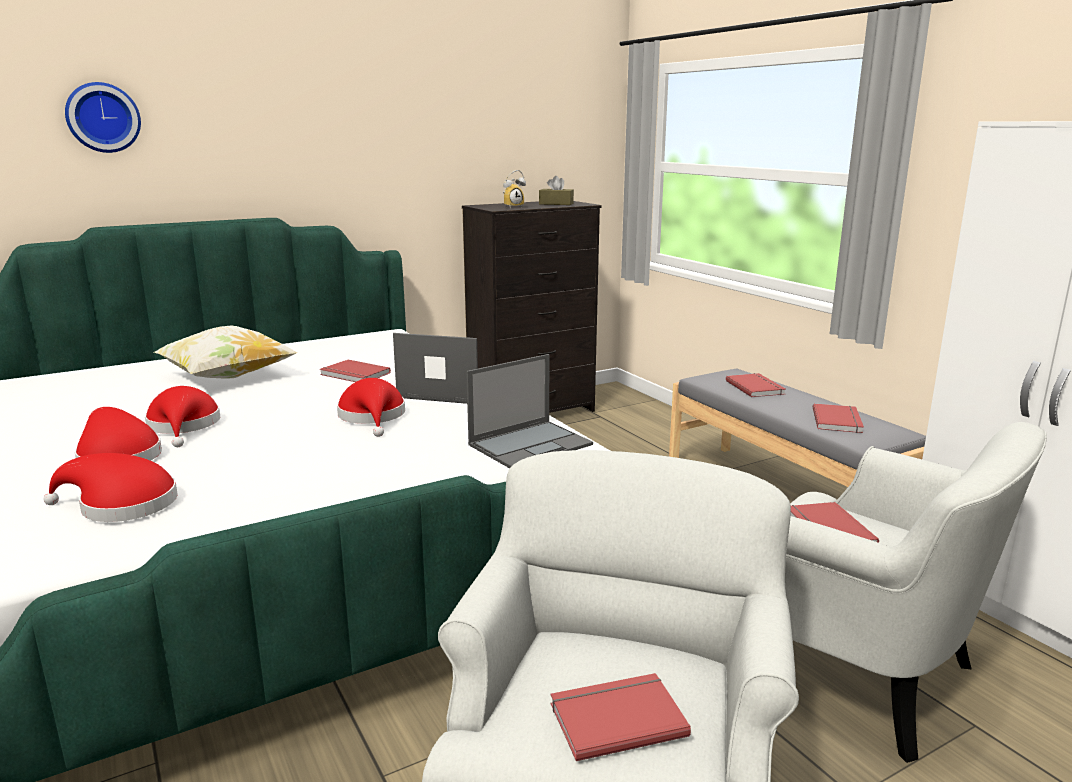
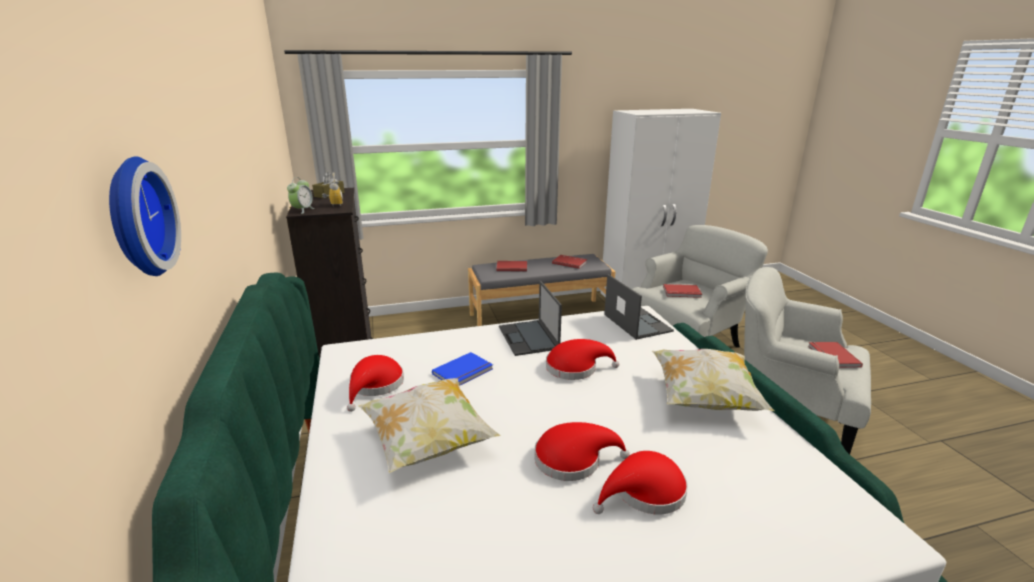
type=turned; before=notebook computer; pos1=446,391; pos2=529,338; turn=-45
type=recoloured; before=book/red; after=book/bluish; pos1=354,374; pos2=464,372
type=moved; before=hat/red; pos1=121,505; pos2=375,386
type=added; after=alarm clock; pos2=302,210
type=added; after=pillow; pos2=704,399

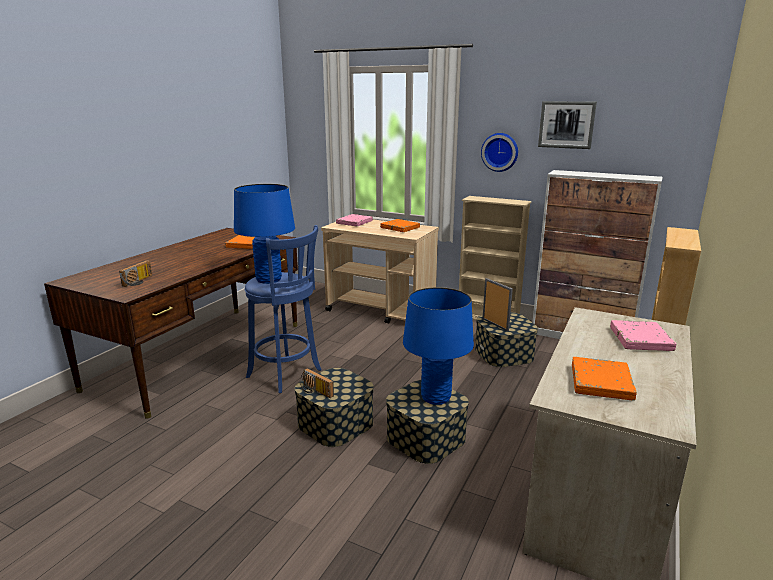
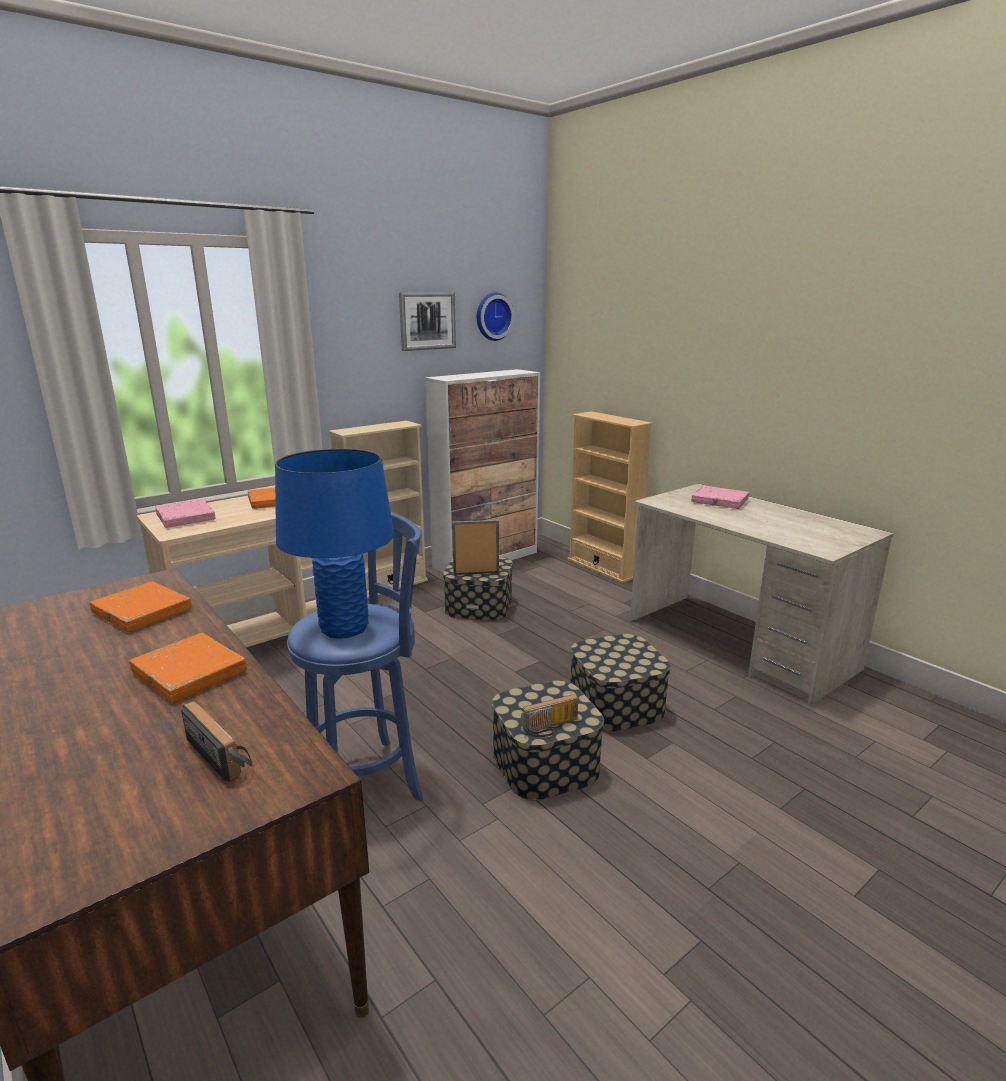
type=moved; before=wall clock; pos1=500,152; pos2=492,316
type=removed; before=tabletop lamp/bluish; pos1=435,397
type=moved; before=book/orange-coloured; pos1=601,382; pos2=189,672

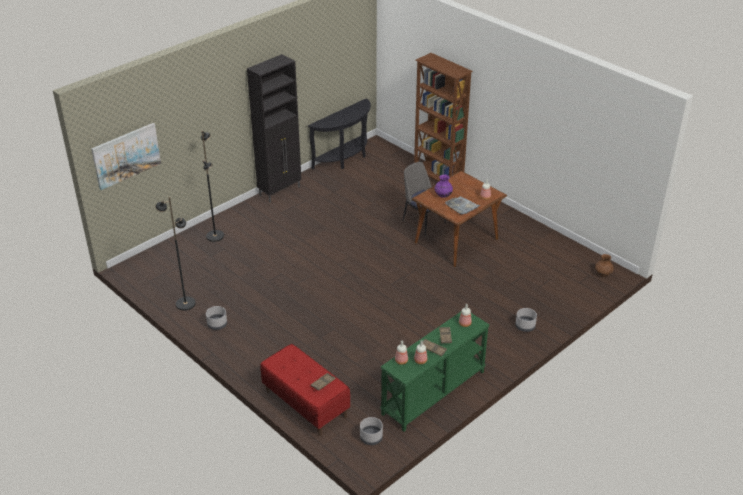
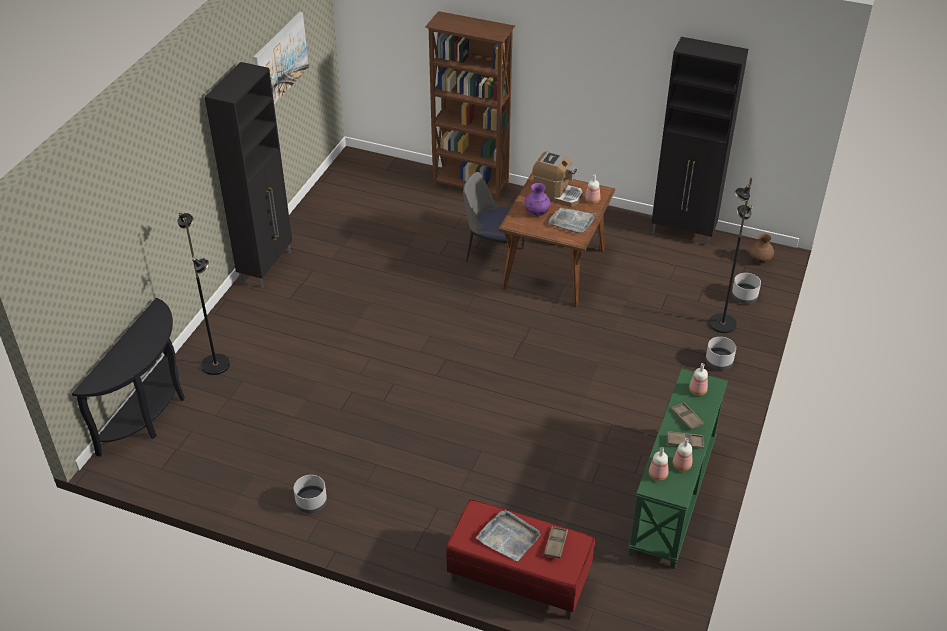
type=moved; before=narrow table/black-coloured; pos1=345,158; pos2=150,413
type=moved; before=picture; pos1=126,155; pos2=280,62
type=moved; before=standing lamp/black-coloured; pos1=185,303; pos2=722,323
type=moved; before=flower pot/grey; pos1=371,438; pos2=744,297
type=added; after=cupboard/black-coloured; pos2=683,233
type=added; after=coffee machine; pos2=557,194
type=added; after=tray/grey; pos2=509,537

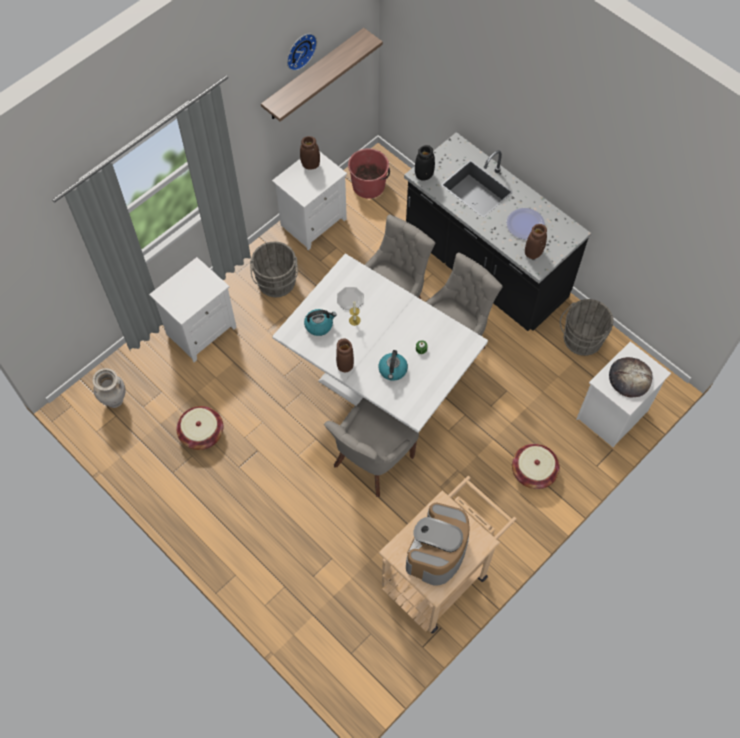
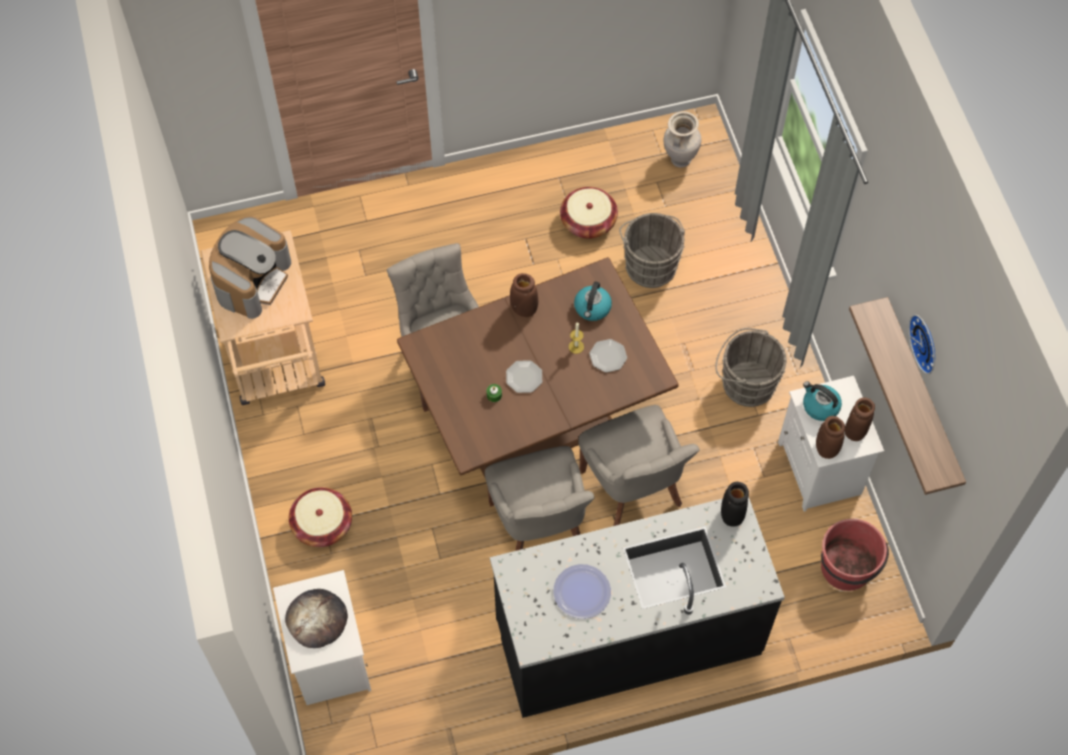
type=moved; before=vase/brown; pos1=533,253; pos2=826,448
type=recoloured; before=dining table/white; after=dining table/brown; pos1=379,385; pos2=536,423
type=removed; before=nightstand/white; pos1=201,330
type=moved; before=pail/grey; pos1=580,341; pos2=650,264
type=moved; before=tea kettle; pos1=393,370; pos2=820,406
type=turned; before=coffee machine; pos1=437,551; pos2=252,279; turn=60
type=added; after=dinner plate; pos2=523,377

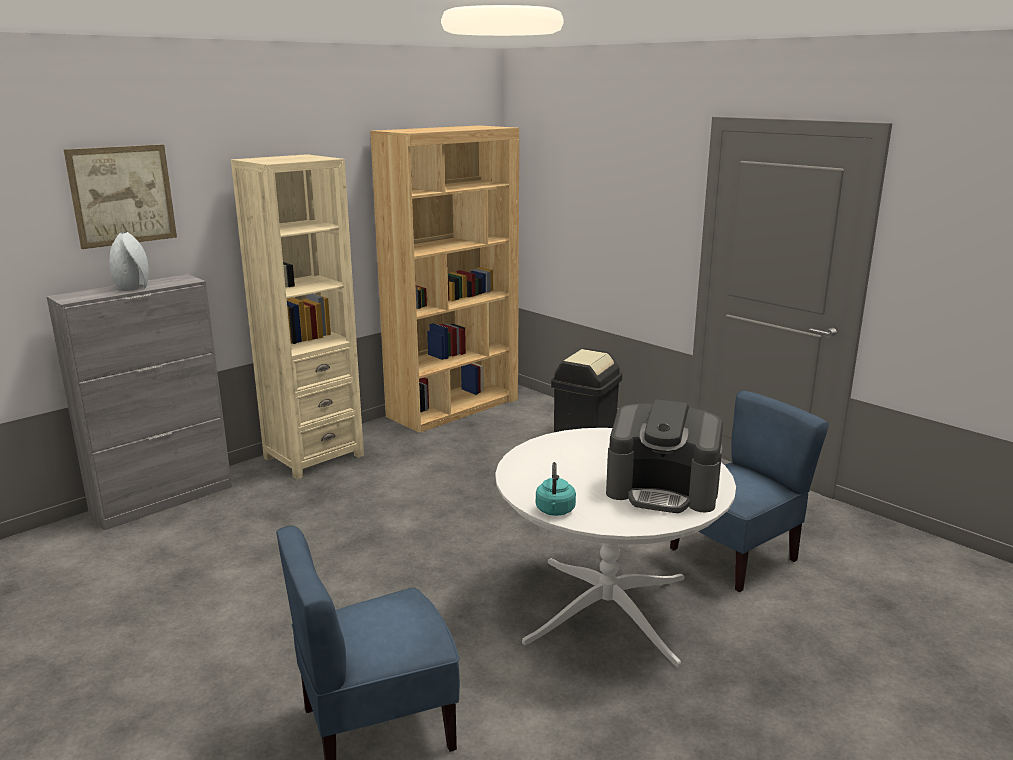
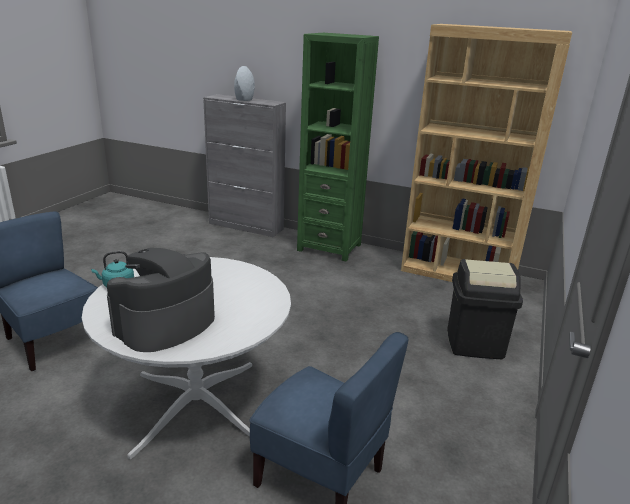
type=removed; before=picture; pos1=122,195
type=recoloured; before=bookcase/sand-coloured; after=bookcase/green; pos1=313,456; pos2=329,247
type=turned; before=coffee machine; pos1=663,490; pos2=165,324; turn=45

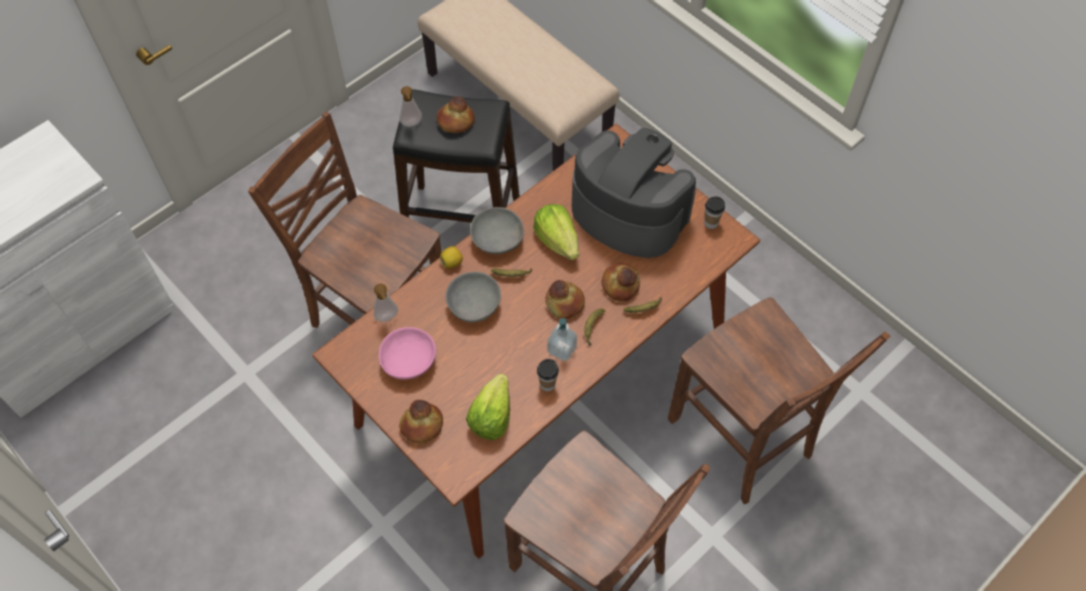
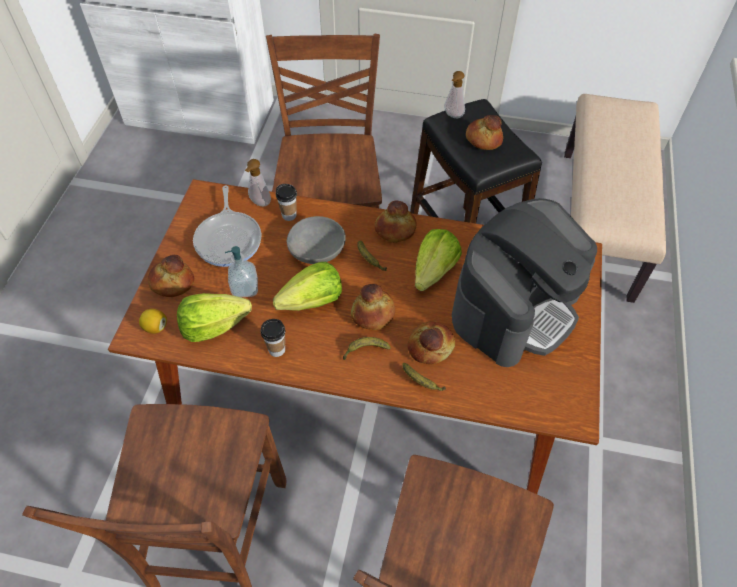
type=turned; before=coffee machine; pos1=628,212; pos2=516,307; turn=45
type=moved; before=small cup; pos1=711,223; pos2=289,215
type=replaced; before=bowl/grey; after=bakery bread; pos1=497,240; pos2=395,229
type=moved; before=citrus fruit; pos1=452,262; pos2=155,327
type=moved; before=soap bottle; pos1=562,349; pos2=245,288
type=replaced; before=bowl/pink-coloured; after=pan; pos1=408,361; pos2=229,239
type=added; after=lettuce head; pos2=312,301

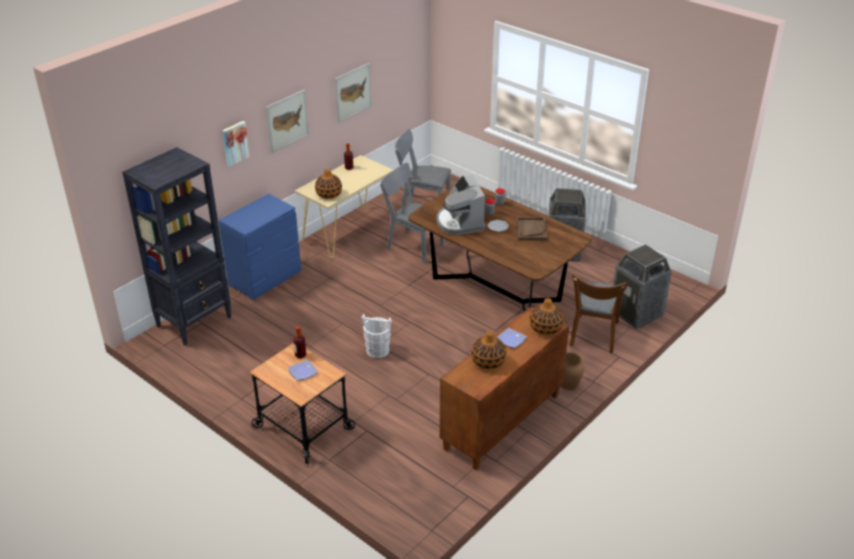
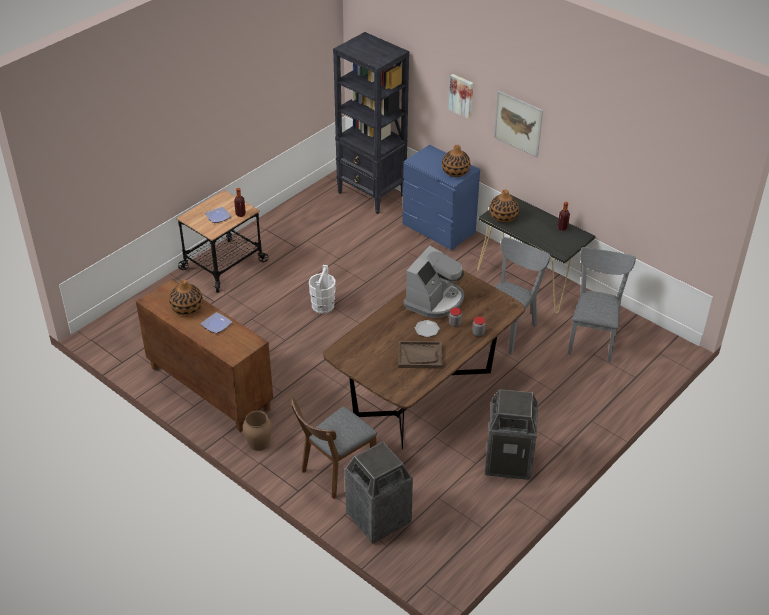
type=removed; before=picture; pos1=353,92
type=recoloured; before=narrow table/sand-coloured; after=narrow table/black-coloured; pos1=348,231; pos2=530,280
type=turned; before=coffee machine; pos1=460,222; pos2=435,300; turn=135
type=turned; before=chair/brown; pos1=593,337; pos2=335,472; turn=-60
type=moved; before=vase; pos1=545,328; pos2=455,172

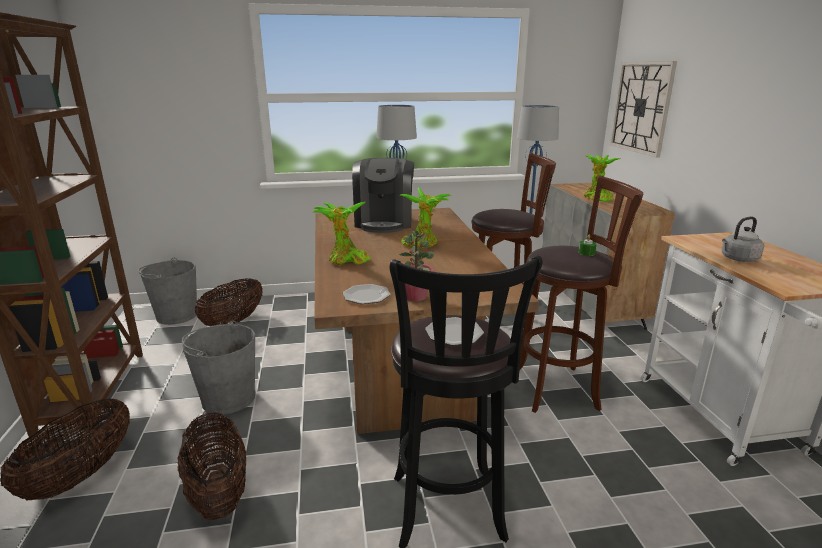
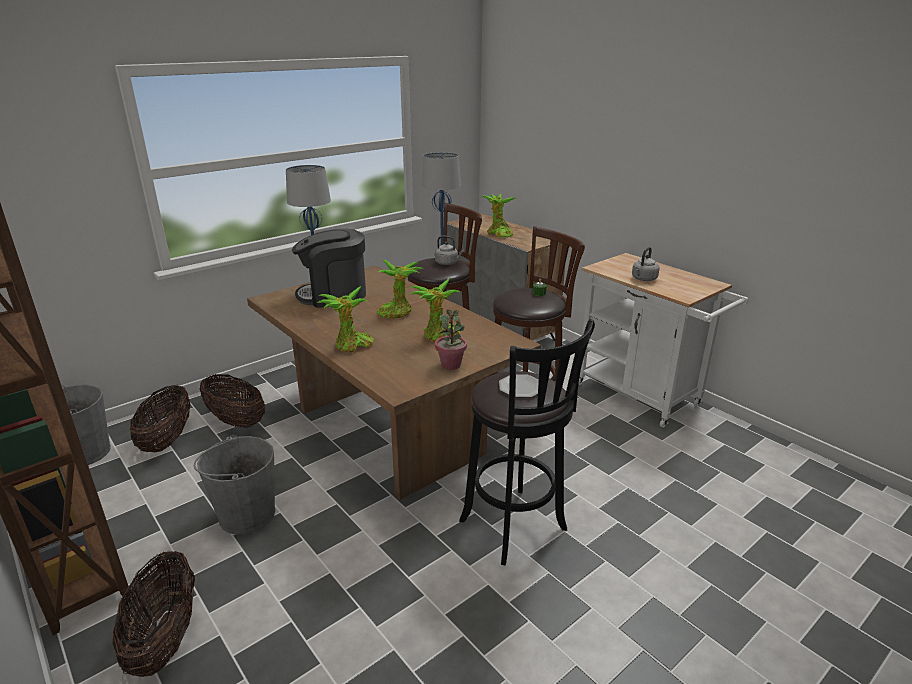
type=removed; before=wall clock; pos1=641,107
type=turned; before=coffee machine; pos1=384,222; pos2=334,295; turn=105
type=removed; before=dinner plate; pos1=366,296
type=moved; before=household basket; pos1=218,492; pos2=236,421
type=added; after=tea kettle/grey; pos2=448,263
type=added; after=potted plant; pos2=439,336

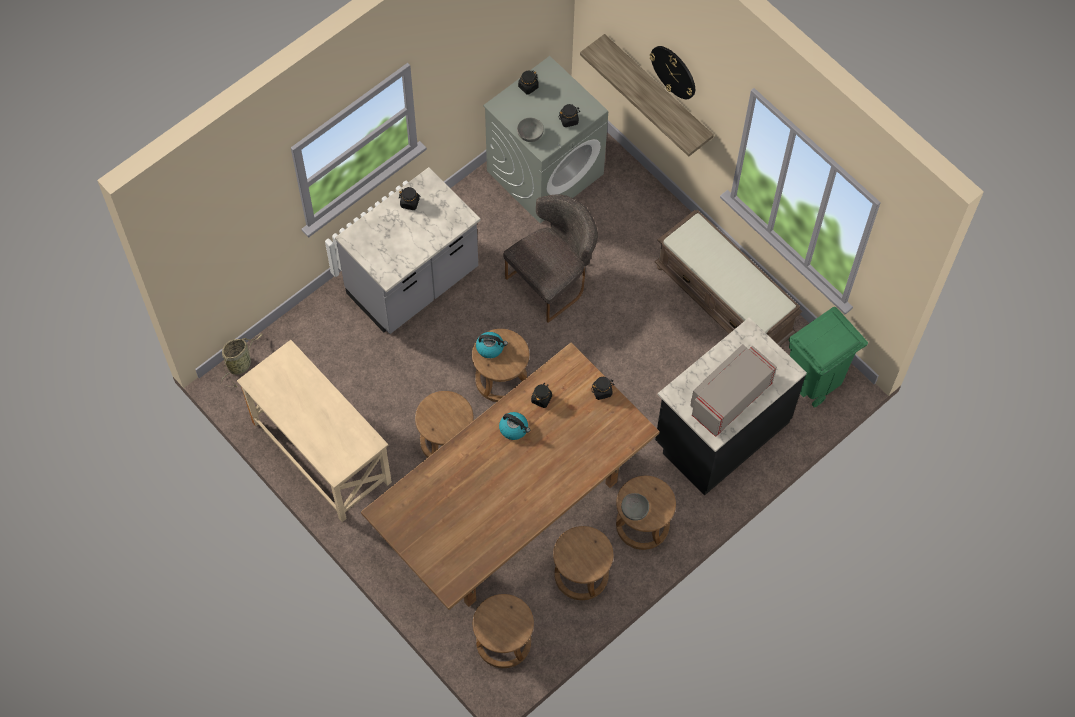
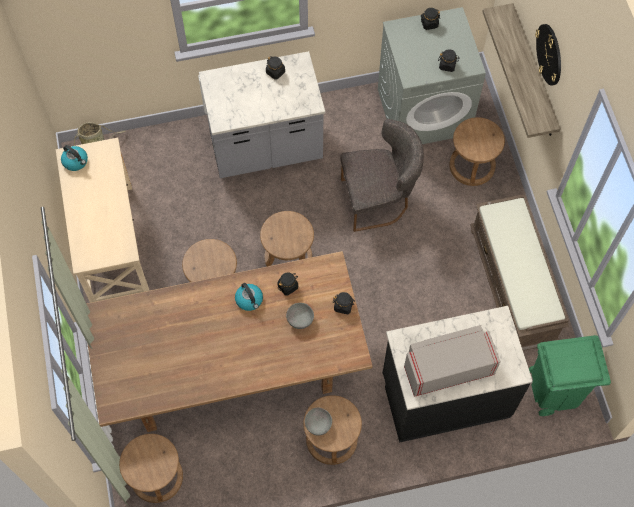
type=moved; before=bowl/grey; pos1=529,135; pos2=299,319
type=moved; before=tea kettle; pos1=490,347; pos2=76,161
type=moved; before=sitting stool/brown; pos1=581,575; pos2=472,166

